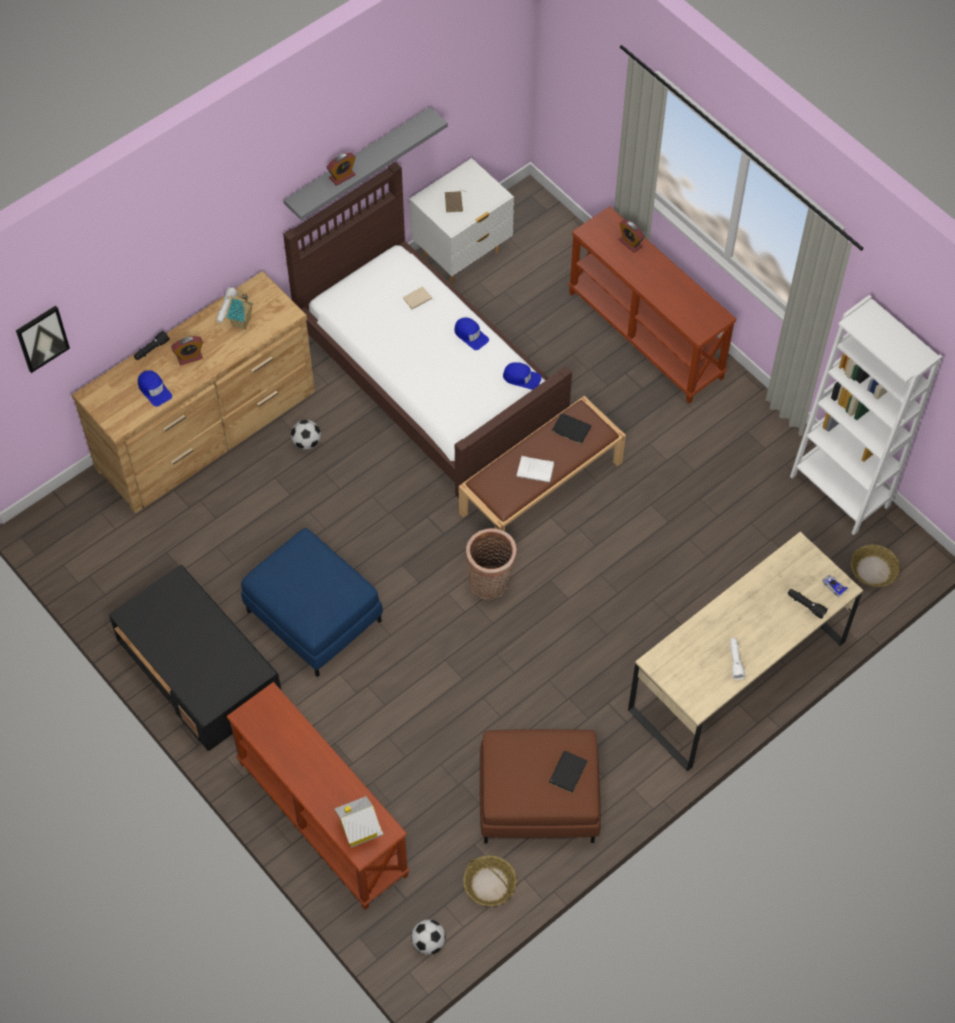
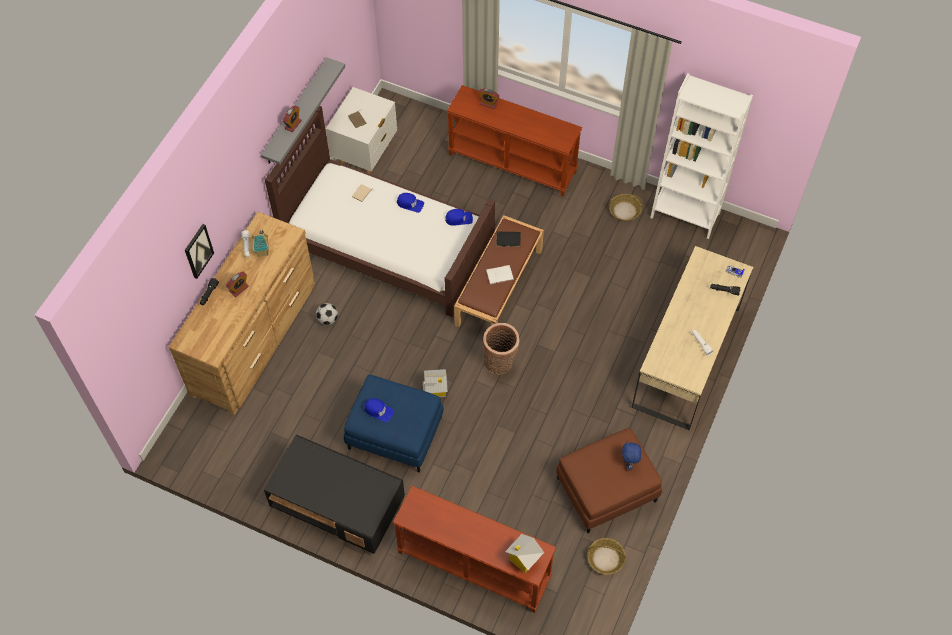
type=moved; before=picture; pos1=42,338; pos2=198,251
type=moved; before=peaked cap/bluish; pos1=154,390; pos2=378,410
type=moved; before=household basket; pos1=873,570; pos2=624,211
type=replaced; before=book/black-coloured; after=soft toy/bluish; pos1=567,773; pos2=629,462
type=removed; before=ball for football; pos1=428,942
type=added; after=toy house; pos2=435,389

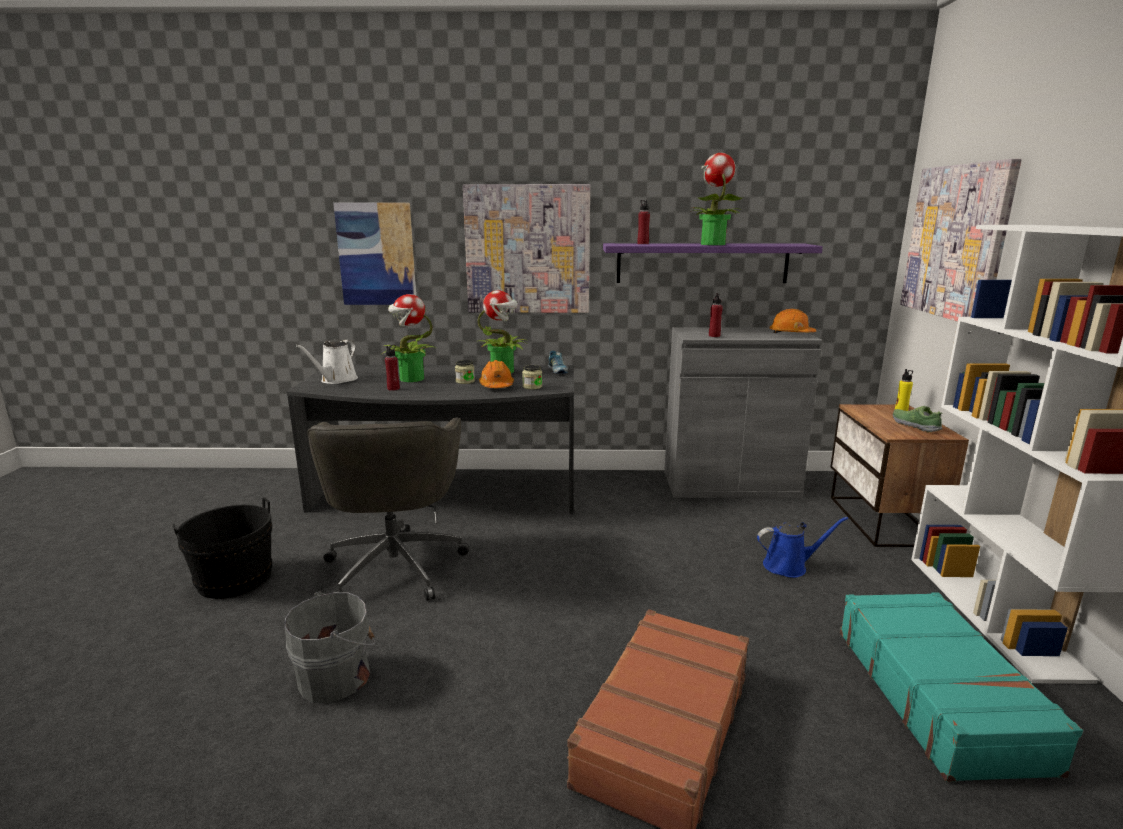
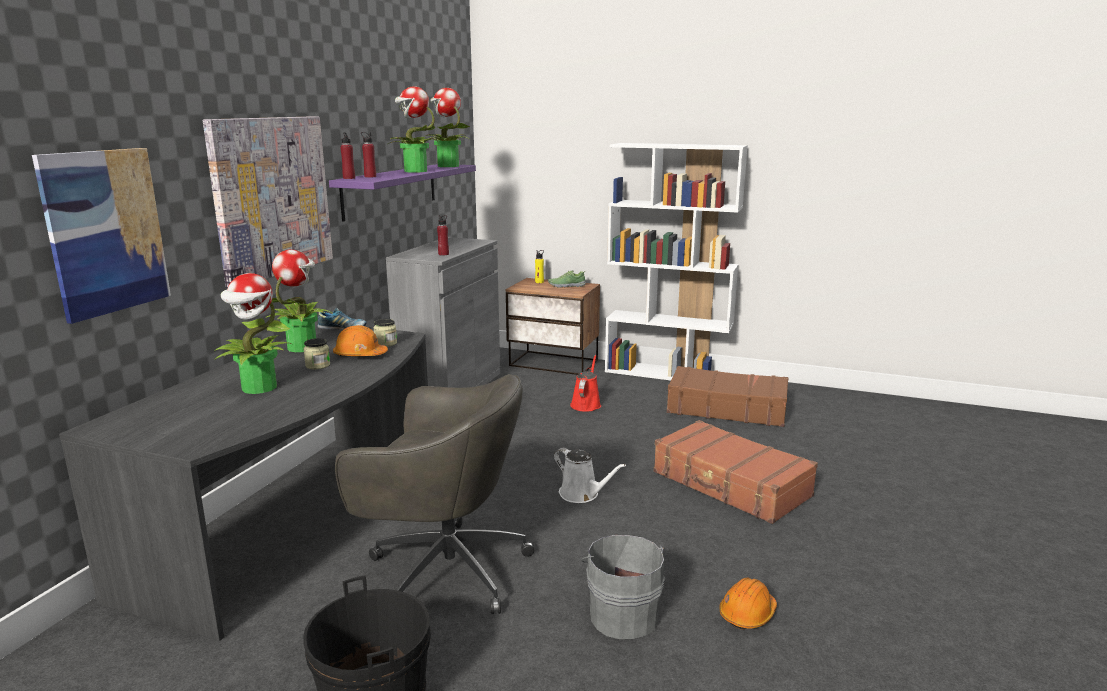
type=removed; before=picture; pos1=956,242
type=moved; before=safety helmet/orange-coloured; pos1=791,333; pos2=747,614
type=moved; before=watering can/white; pos1=336,380; pos2=582,494
type=moved; before=drink bottle/red; pos1=393,388; pos2=349,178
type=recoloured; before=watering can/bluish; after=watering can/red; pos1=789,566; pos2=586,404
type=recoloured; before=travel case/turquoise-coloured; after=travel case/brown; pos1=938,695; pos2=726,408
type=added; after=potted plant; pos2=447,166

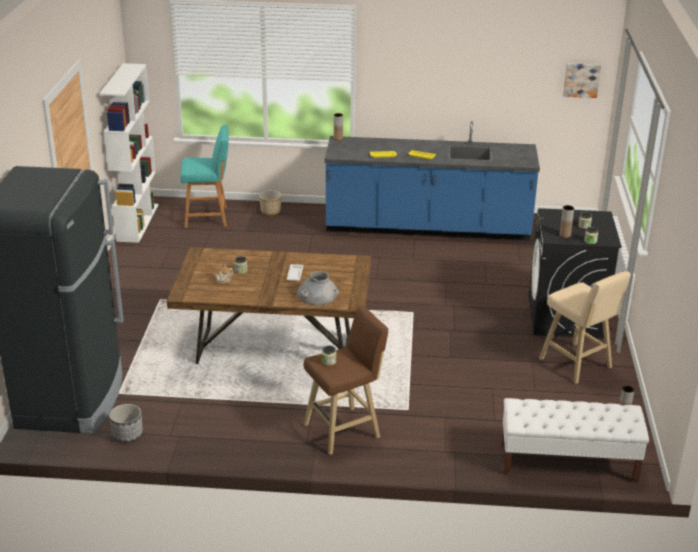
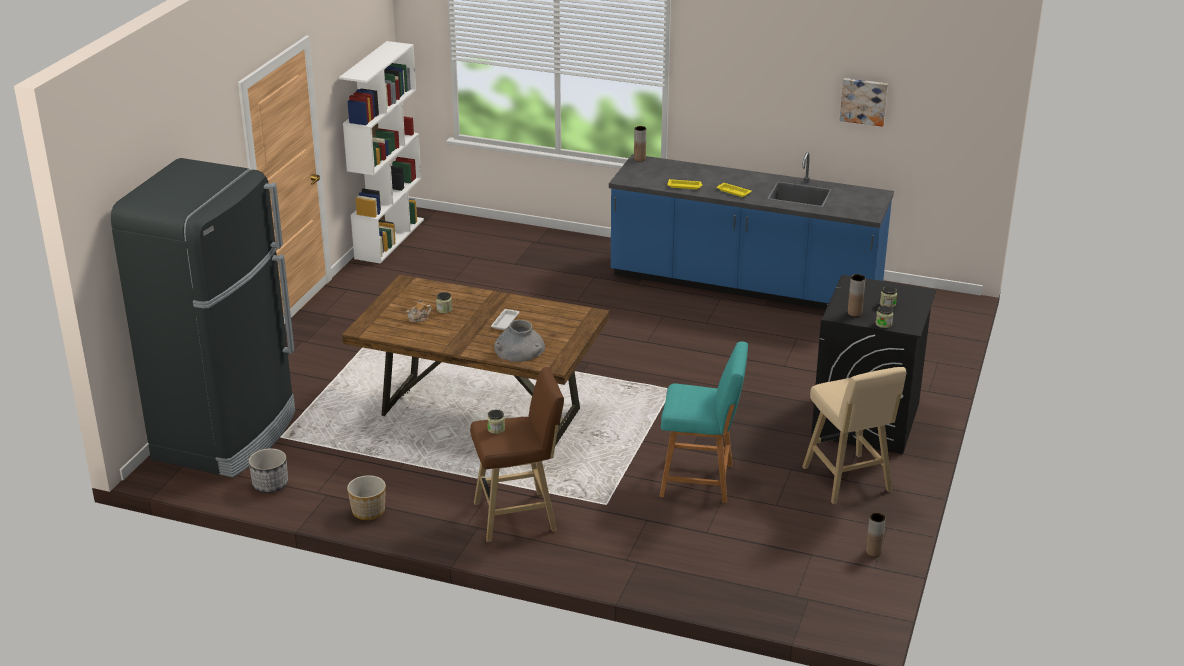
type=moved; before=picture; pos1=581,80; pos2=864,101
type=moved; before=sitting stool/turquoise-coloured; pos1=209,217; pos2=701,481
type=moved; before=flower pot; pos1=271,211; pos2=369,511
type=removed; before=long seat/white; pos1=567,463

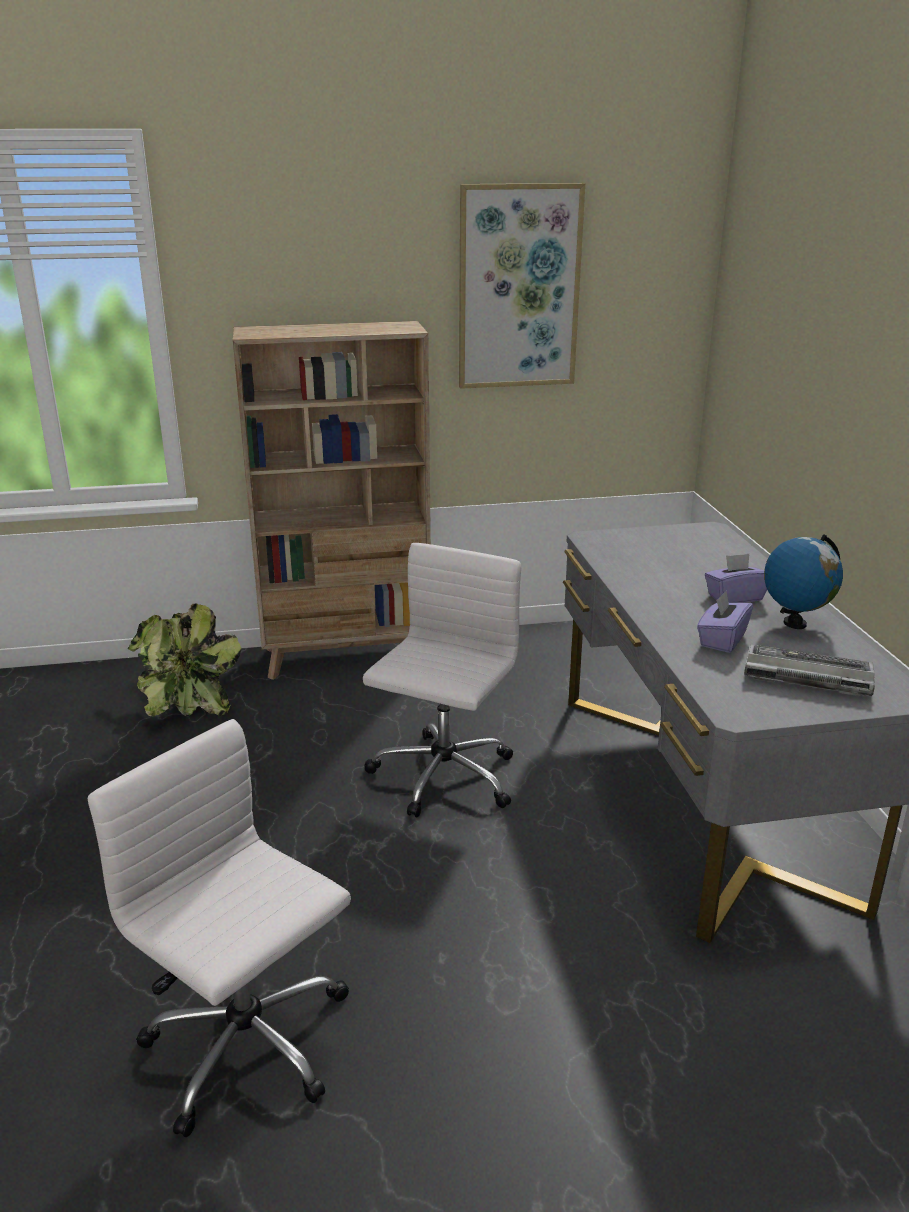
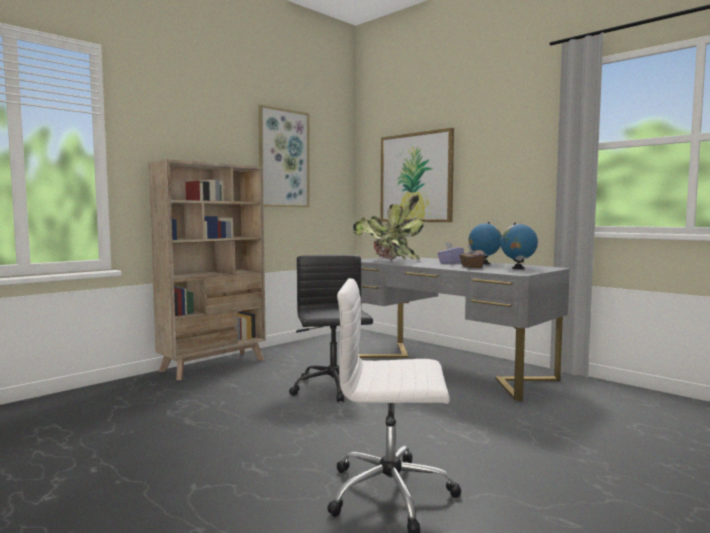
type=recoloured; before=office chair/white; after=office chair/black-coloured; pos1=442,778; pos2=333,388
type=recoloured; before=box of tissues/purple; after=box of tissues/brown; pos1=721,640; pos2=471,267
type=moved; before=potted plant; pos1=184,702; pos2=389,261
type=replaced; before=computer keyboard; after=desk globe; pos1=805,677; pos2=517,268
type=added; after=picture; pos2=416,178

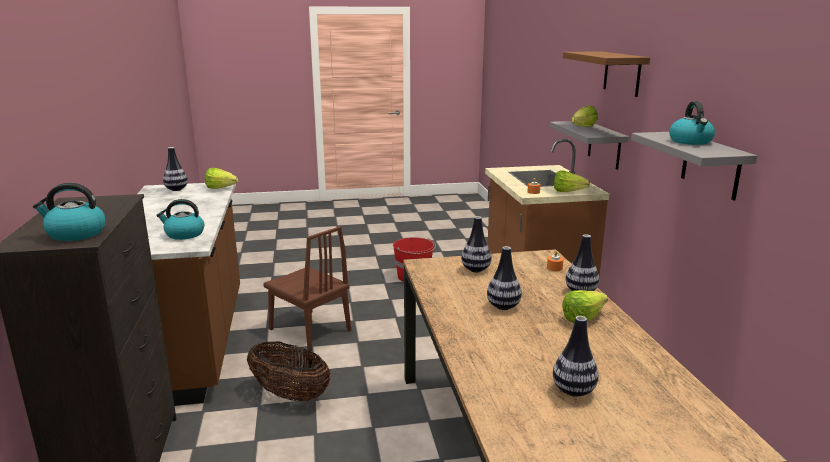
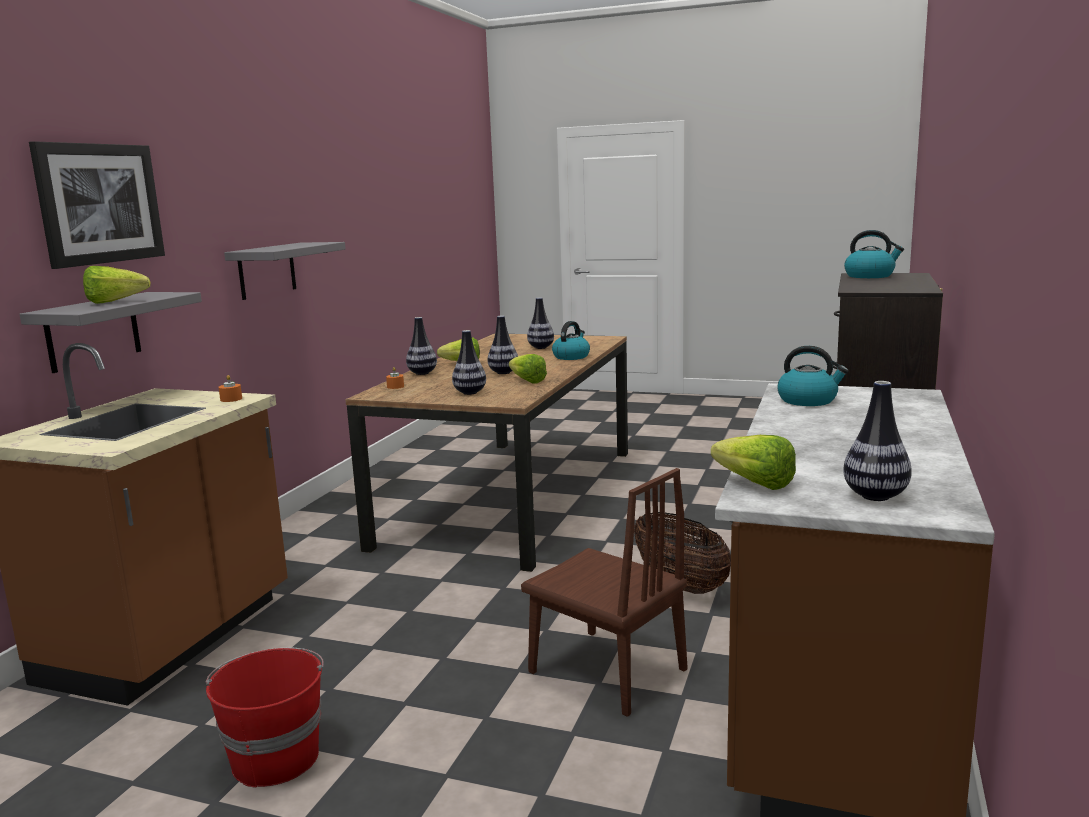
type=replaced; before=shelf/brown; after=picture; pos1=622,73; pos2=99,203
type=moved; before=tea kettle; pos1=691,141; pos2=571,357
type=moved; before=lettuce head; pos1=571,192; pos2=525,380
type=turned; before=chair/brown; pos1=310,330; pos2=607,670; turn=150

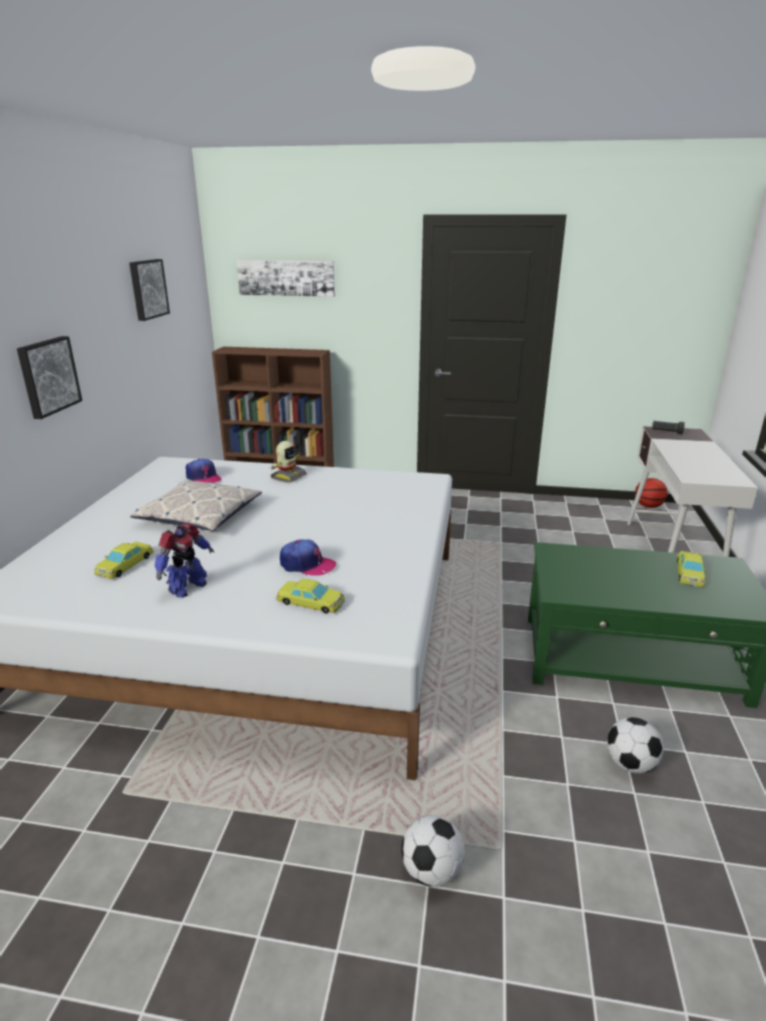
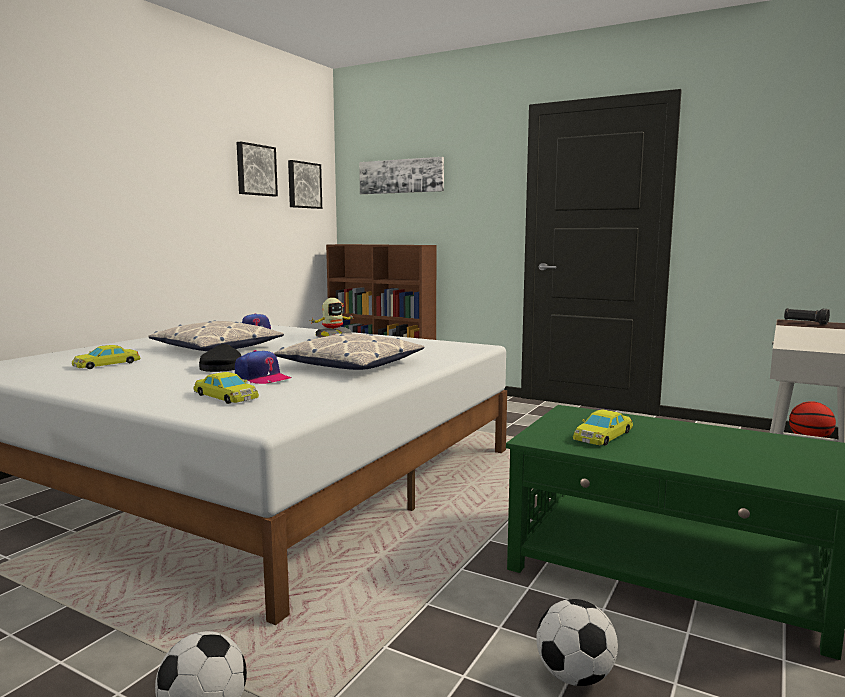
type=moved; before=picture; pos1=48,376; pos2=303,185
type=removed; before=model robot; pos1=187,587
type=moved; before=toy car/yellow; pos1=689,573; pos2=603,435
type=added; after=pillow; pos2=351,365
type=added; after=peaked cap/black-coloured; pos2=221,367

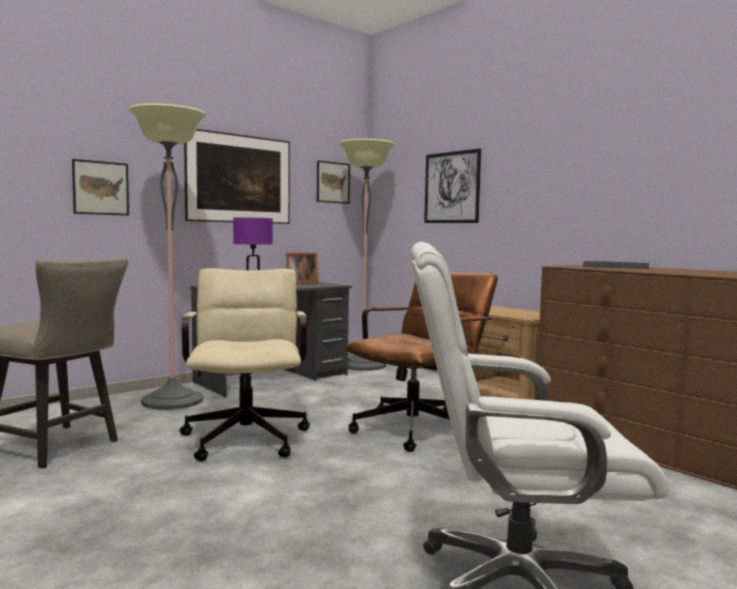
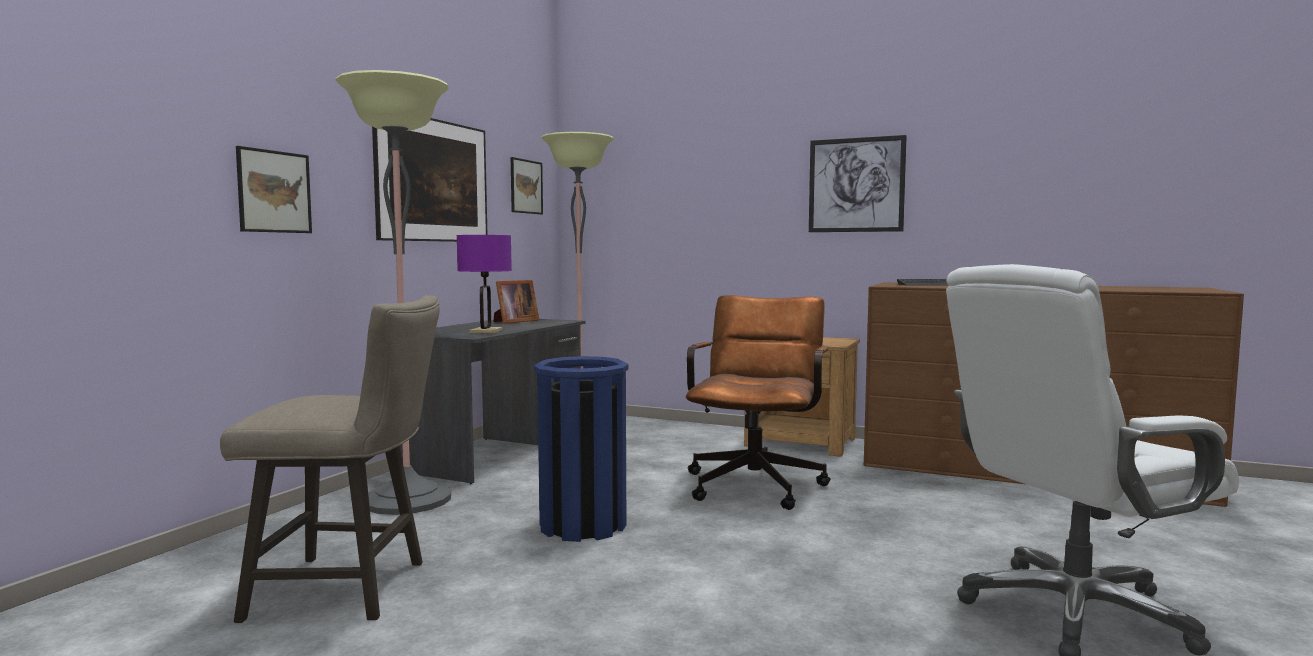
type=moved; before=picture; pos1=451,187; pos2=856,185
type=replaced; before=office chair/sand-coloured; after=waste bin/bluish; pos1=246,435; pos2=583,525

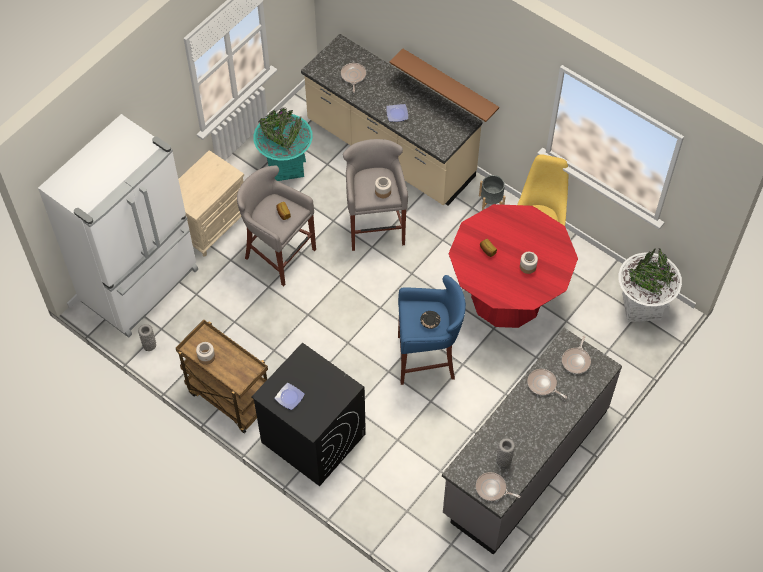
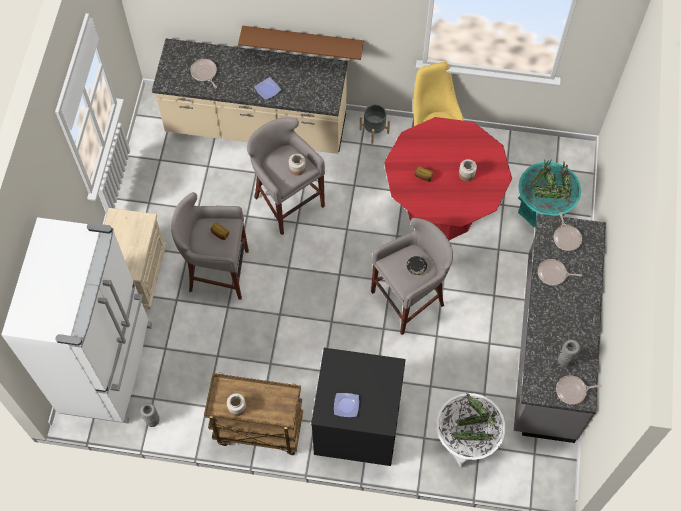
type=moved; before=flower pot/turquoise-coloured; pos1=286,166; pos2=541,213
type=moved; before=flower pot/white; pos1=641,306; pos2=465,443
type=recoloured; before=sitting stool/bluish; after=sitting stool/grey; pos1=427,358; pos2=410,299

